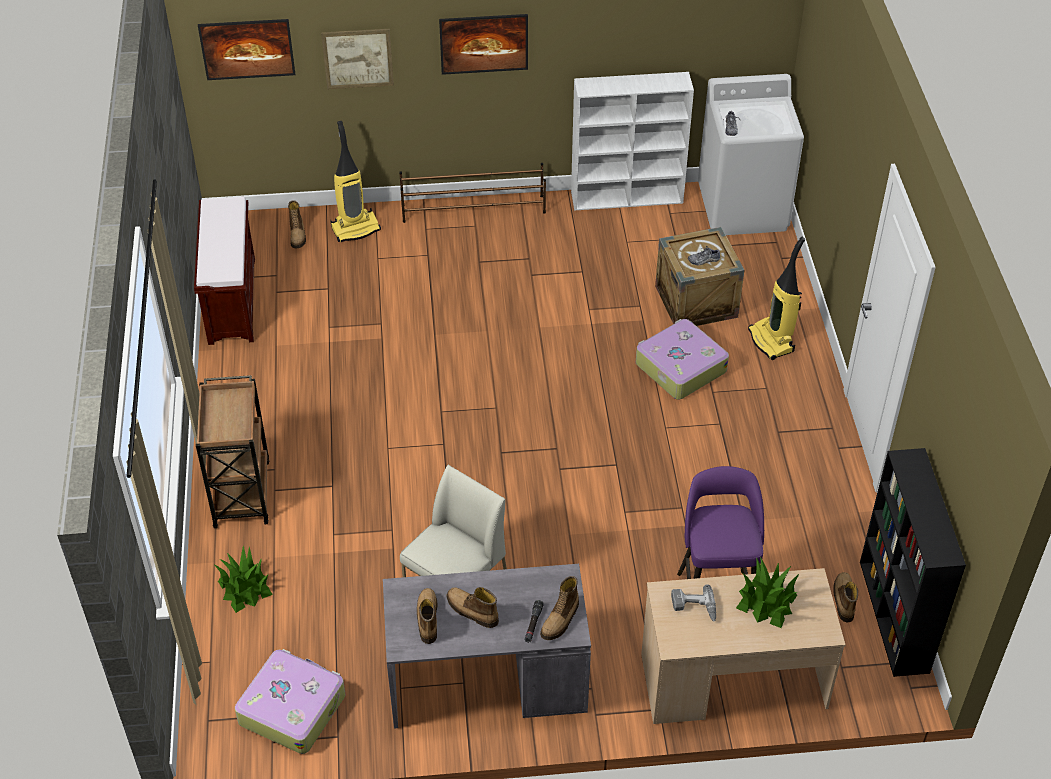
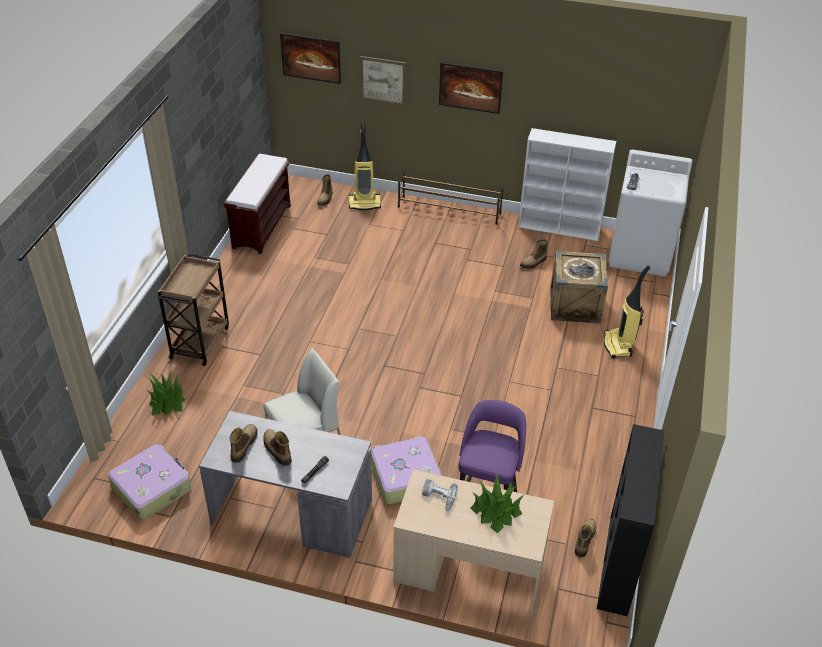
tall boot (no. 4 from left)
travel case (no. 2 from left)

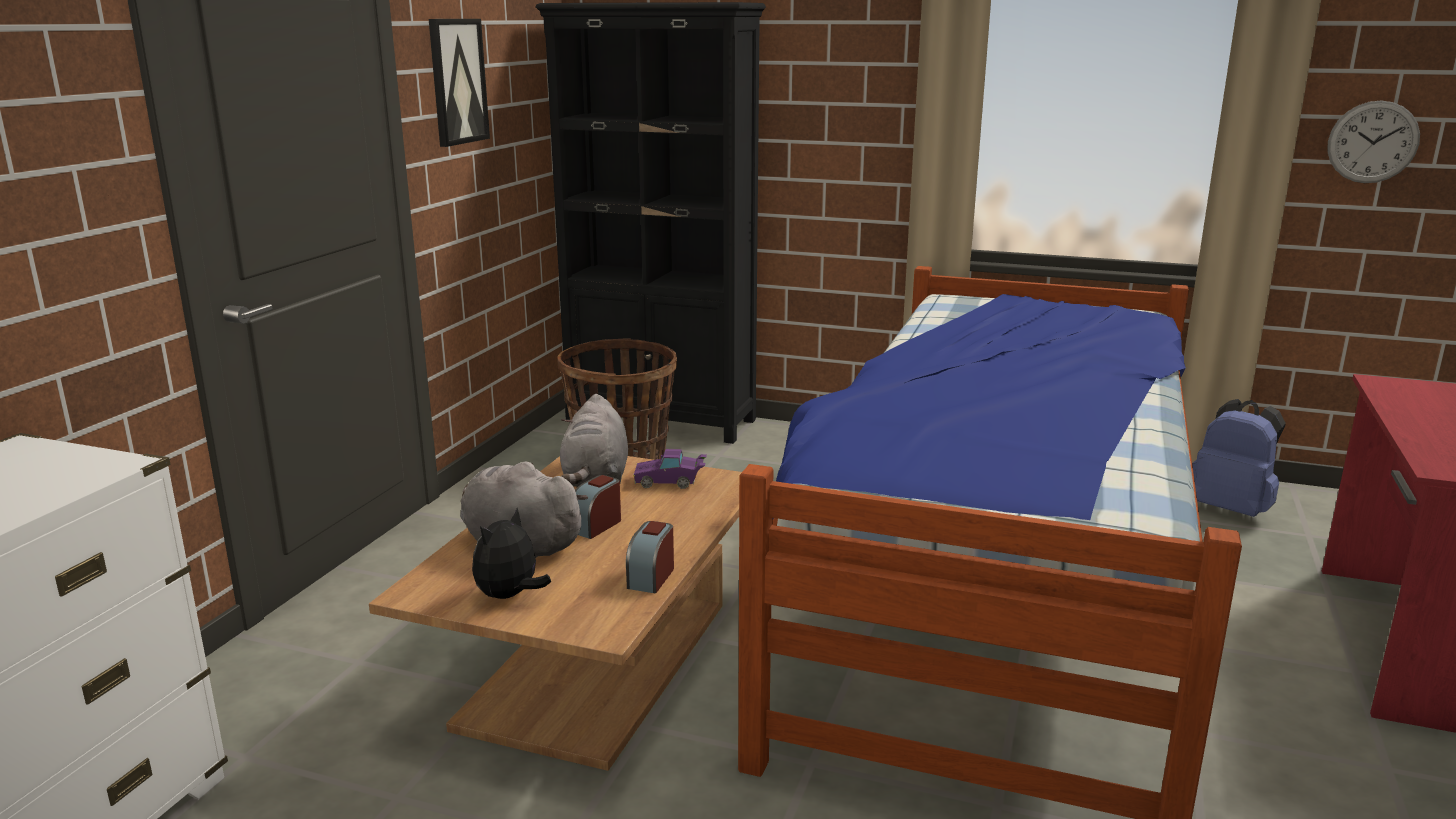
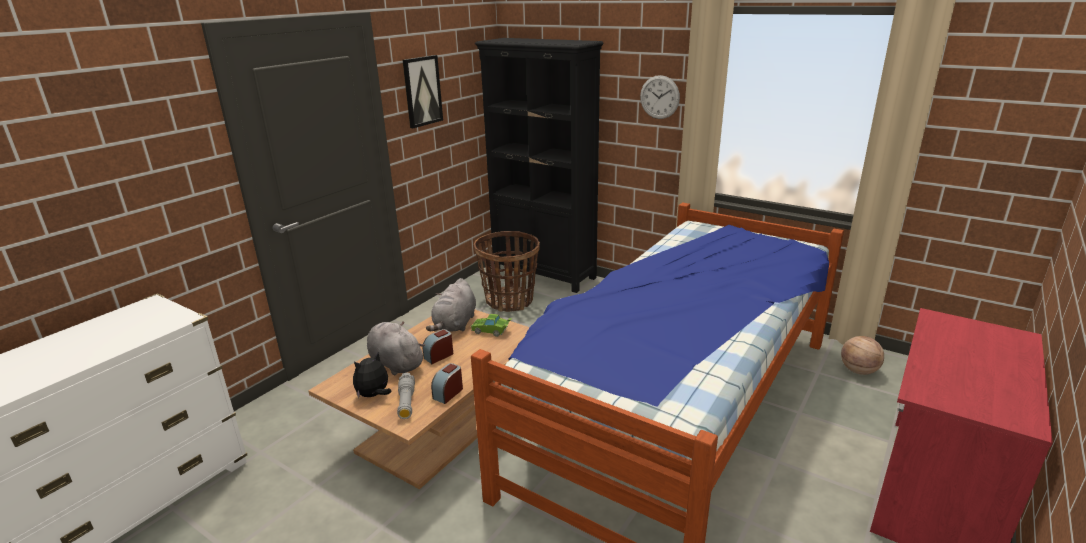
miniature car (green)
basketball ball
hanging clock
torch (greyish)

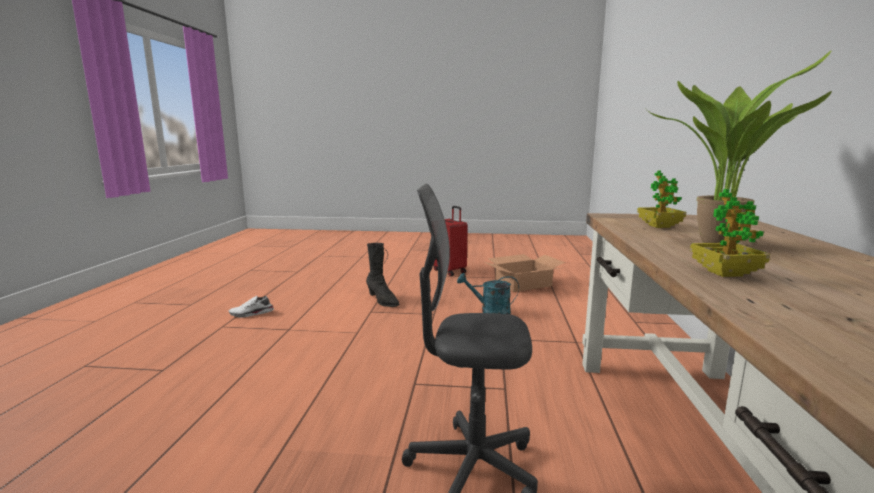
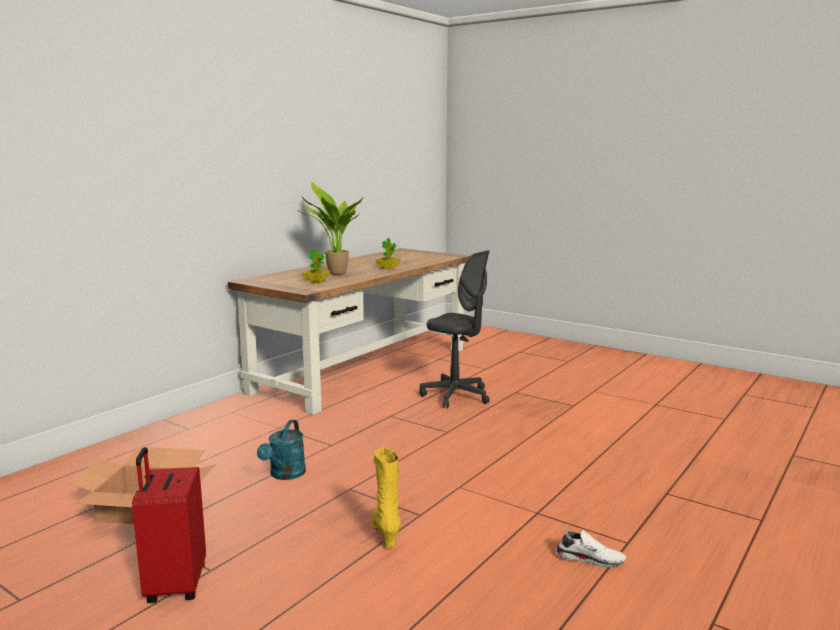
tall boot (yellow-coloured)
watering can (turquoise-coloured)

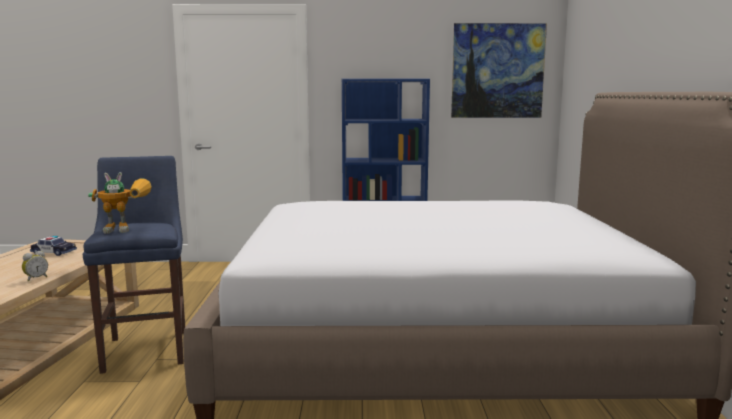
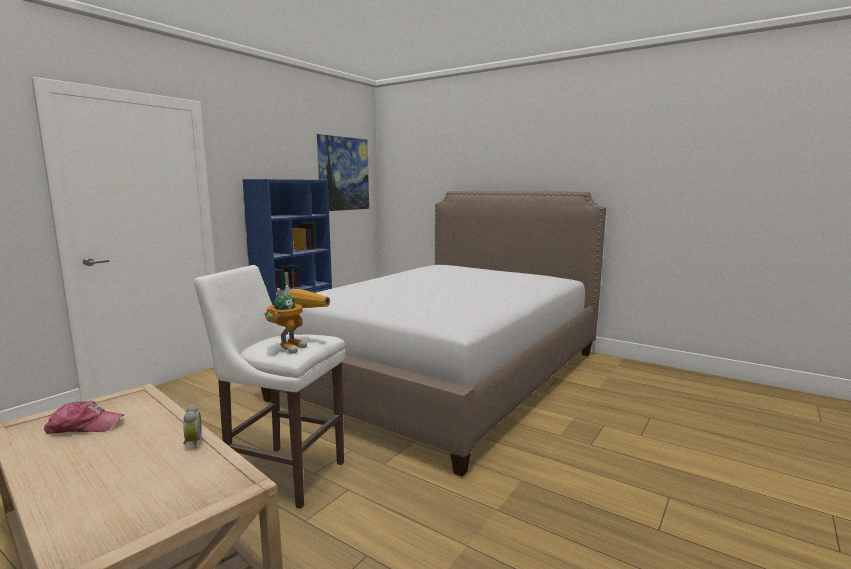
cap
sitting stool (white)

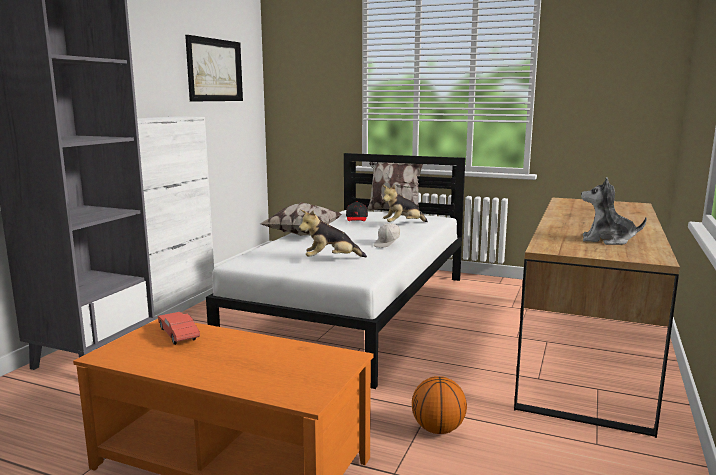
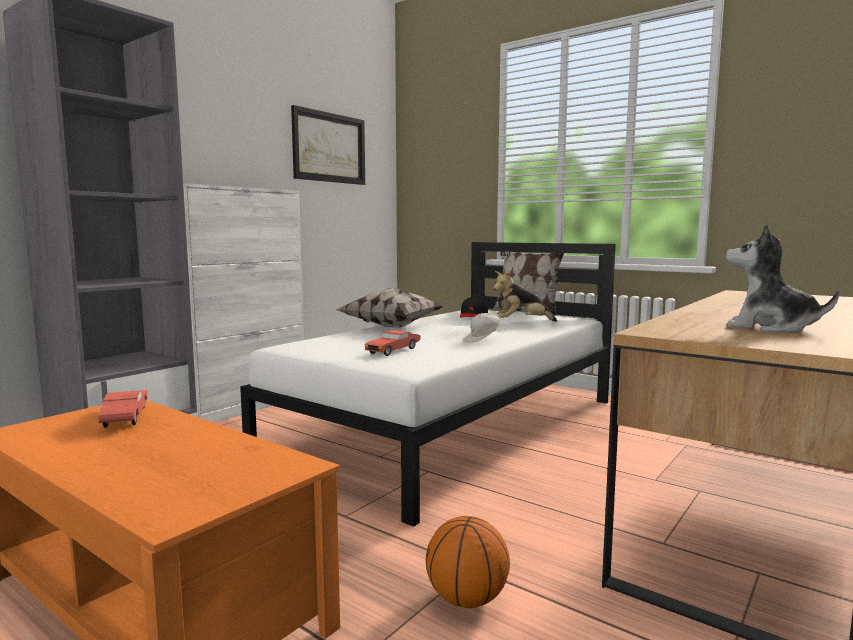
miniature car (red-coloured) (no. 2 from left)

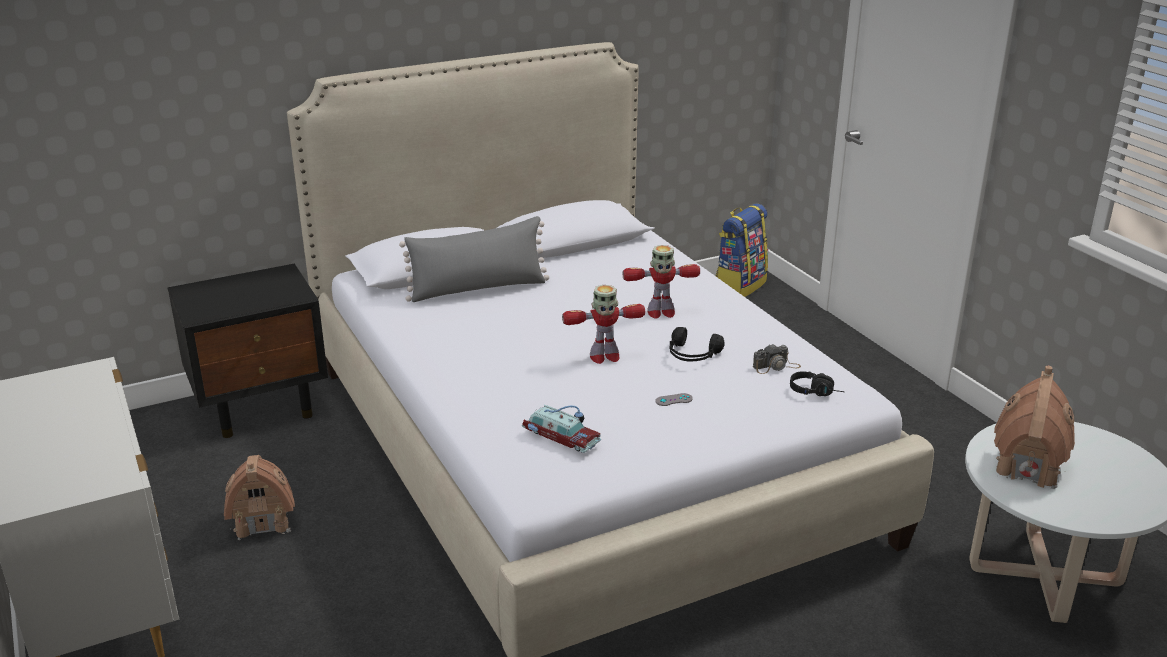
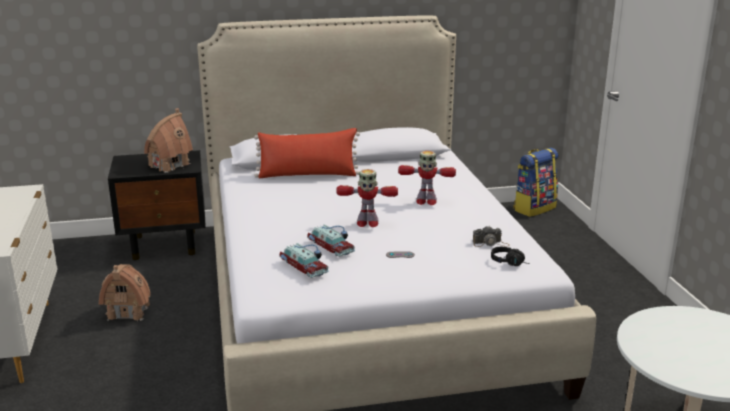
cushion (red-coloured)
headset (blackish) (no. 1 from left in the first image)
miniature house (no. 2 from left)
miniature car (no. 2 from left)

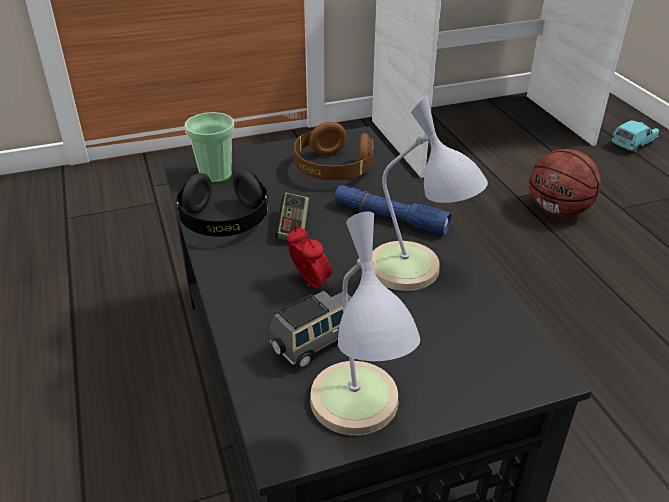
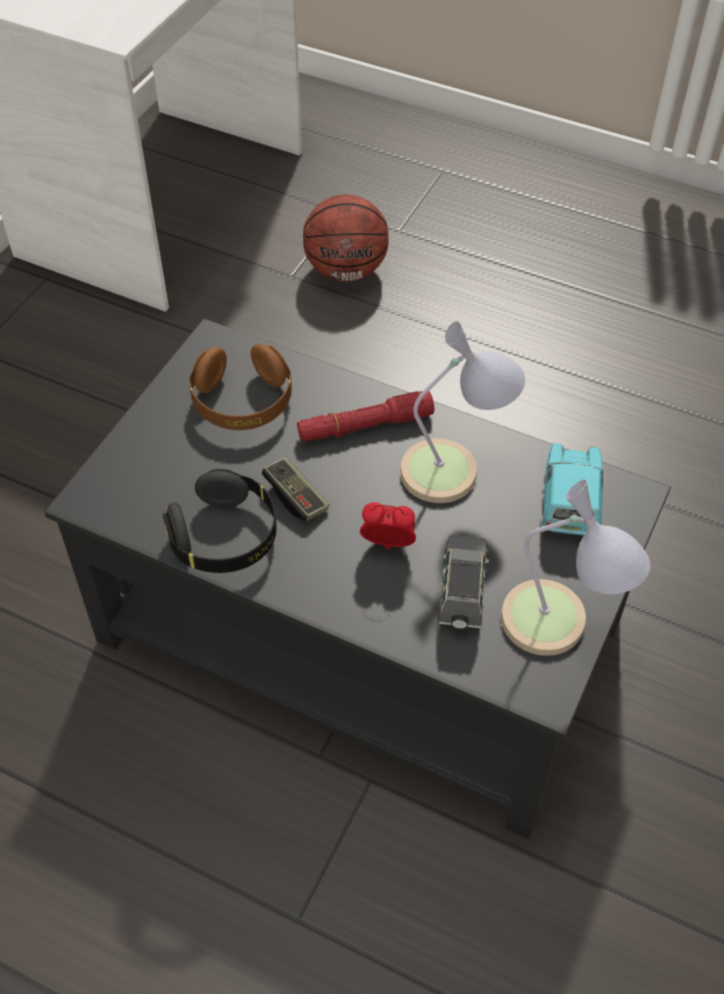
drinking cup
torch (red-coloured)
miniature car (turquoise-coloured)

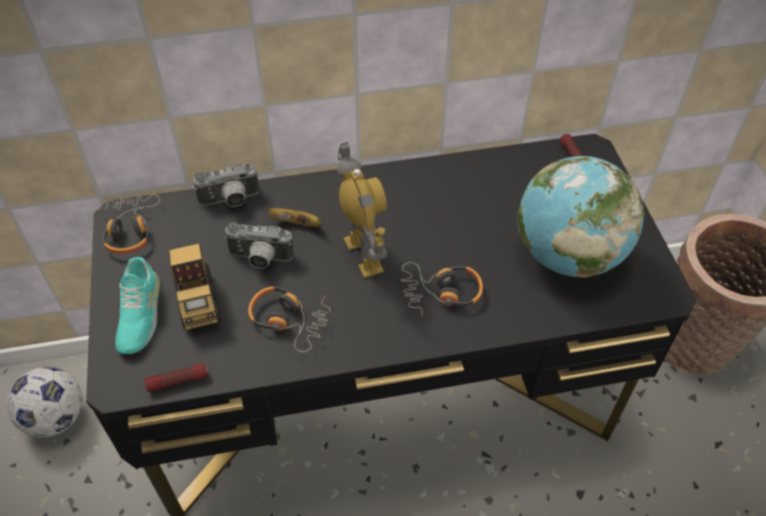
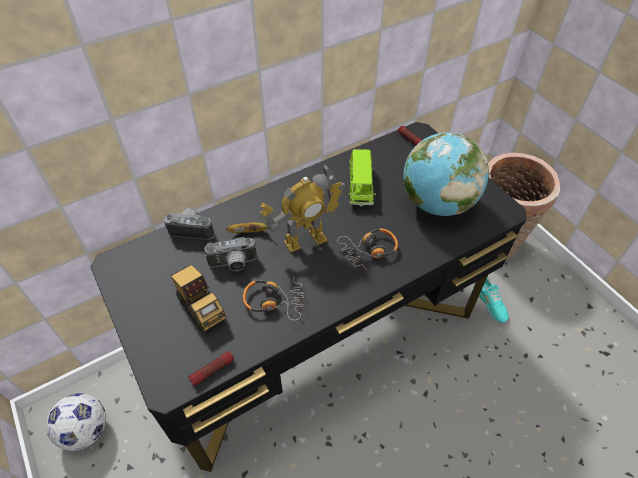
headset (no. 1 from left in the first image)
shoe (turquoise-coloured)
photo camera (no. 1 from left)
model robot
miniature car (green)

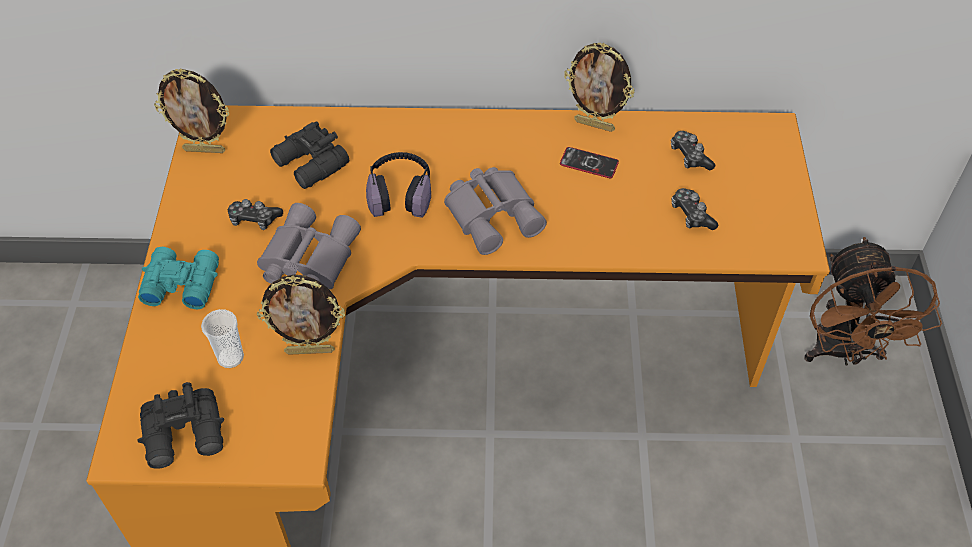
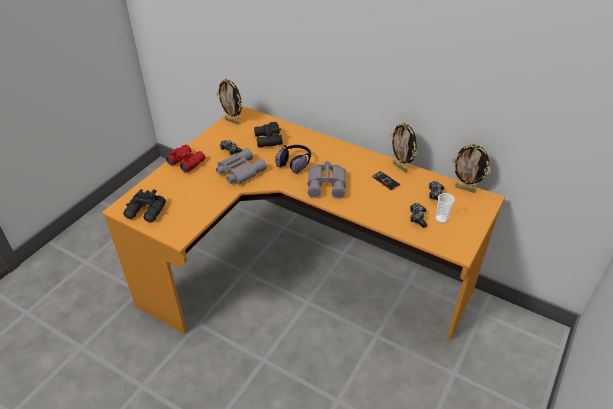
binoculars (red-coloured)
drinking cup
standing frame (no. 3 from left)
fan (brown)

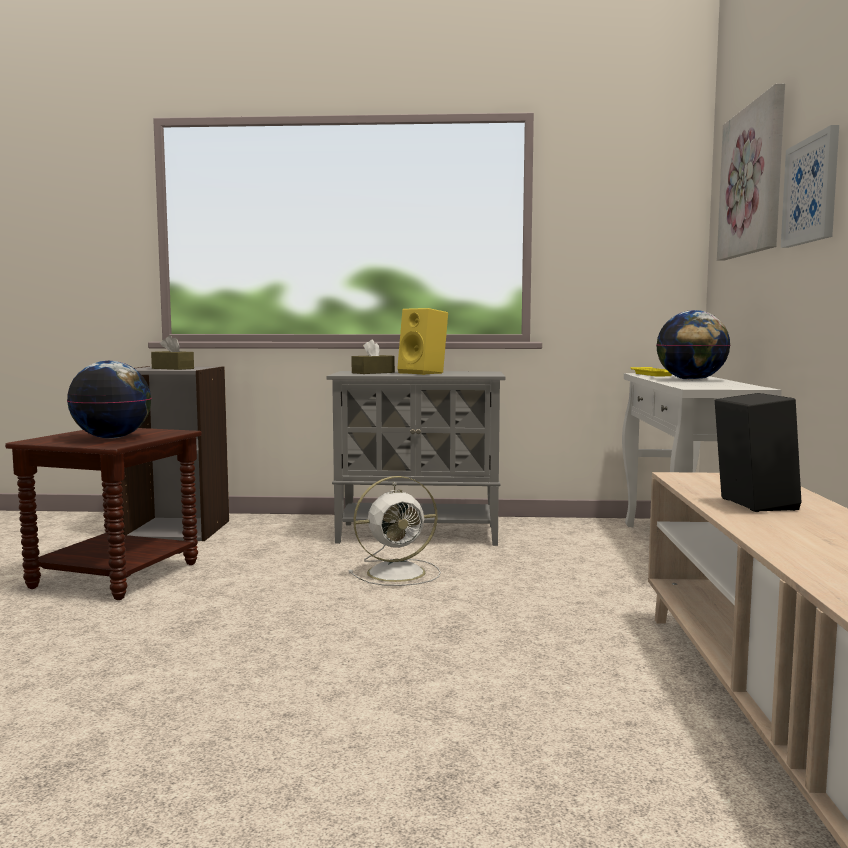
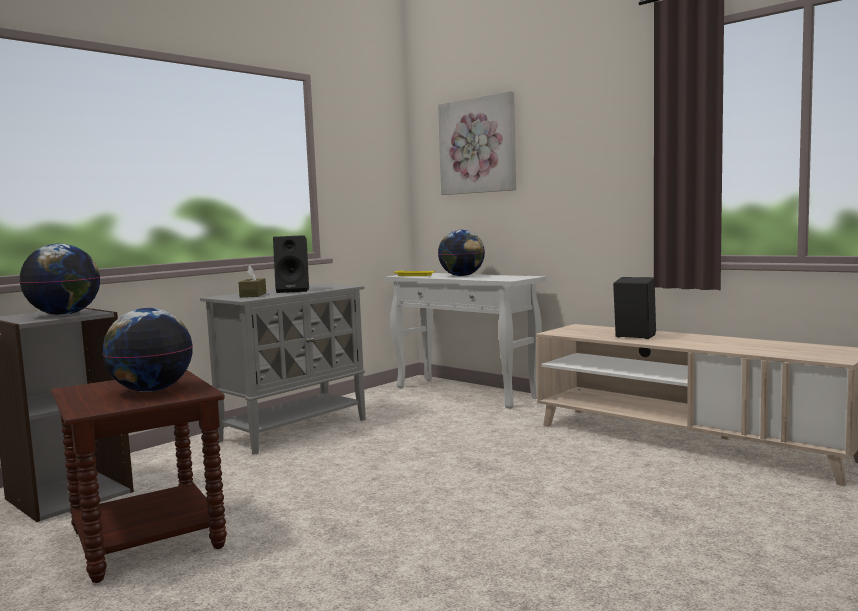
desk globe (no. 1 from left)
fan (white)
audio speaker (blackish) (no. 1 from left)
wall picture (no. 2 from left in the first image)

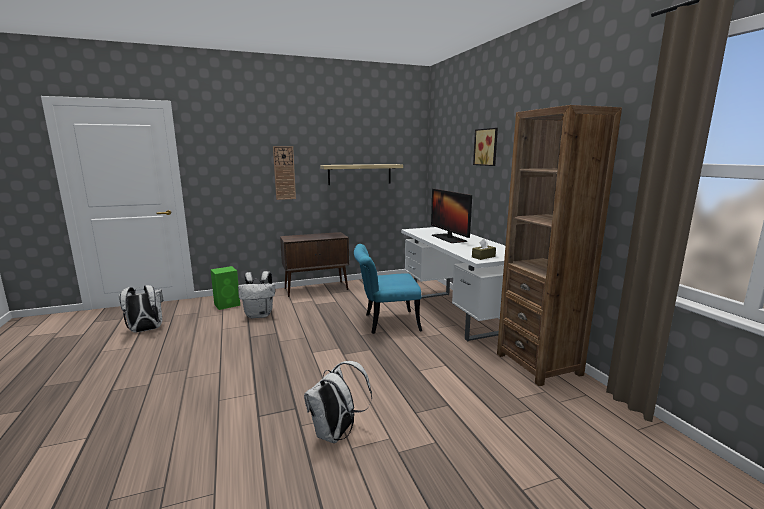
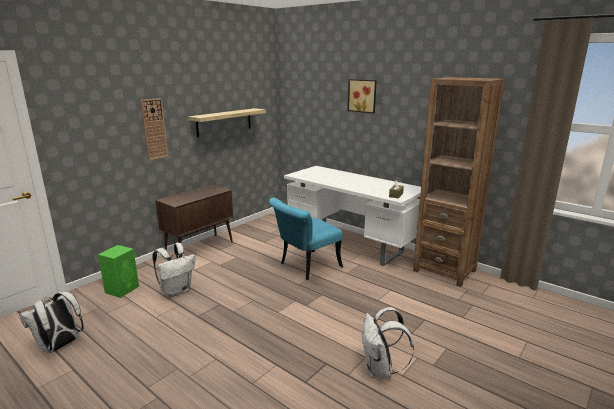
monitor

